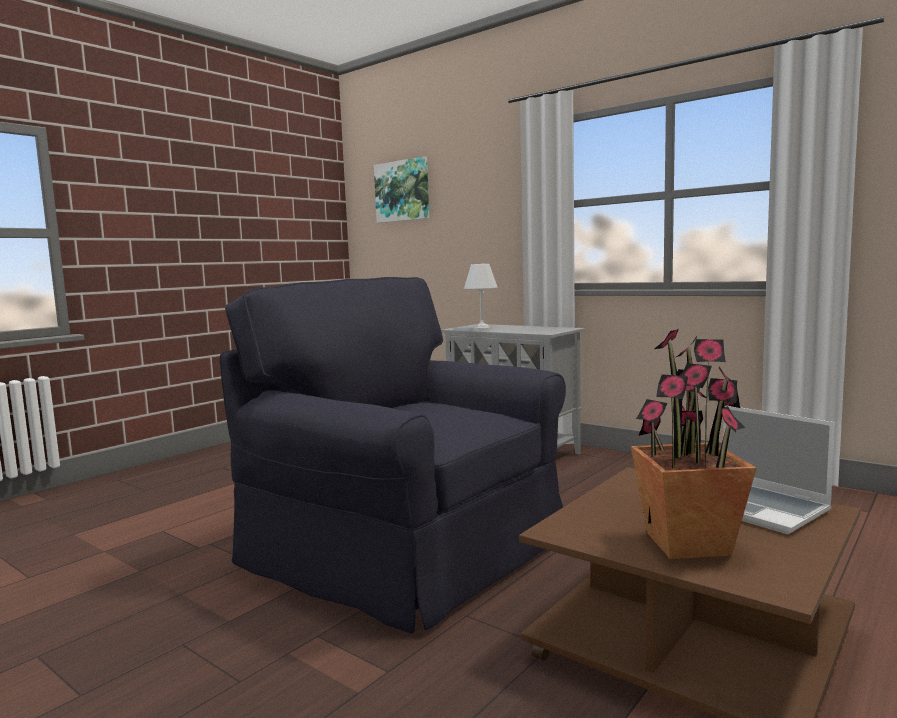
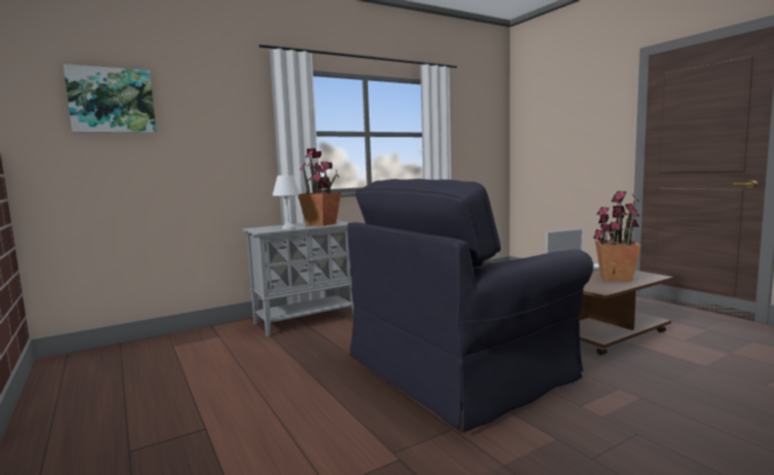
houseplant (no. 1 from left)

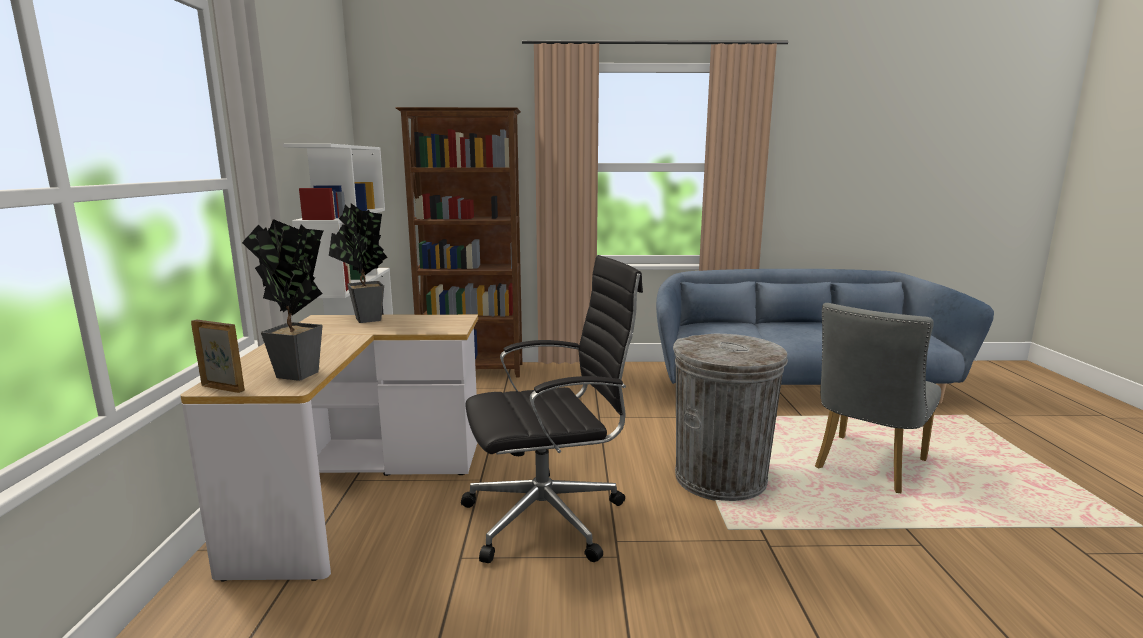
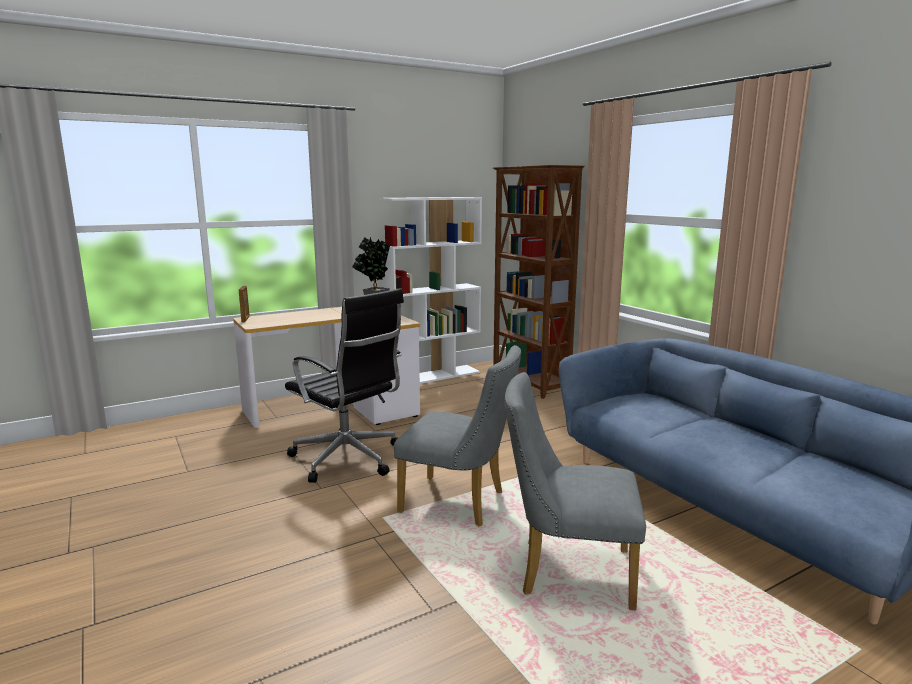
houseplant (no. 1 from left in the first image)
upright chair (greyish) (no. 1 from left)

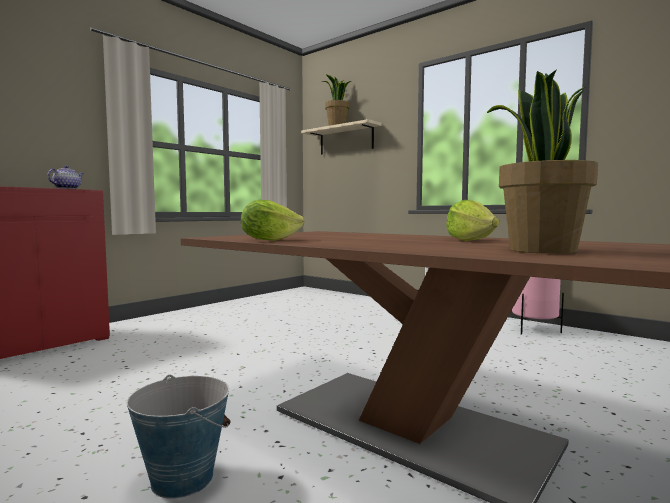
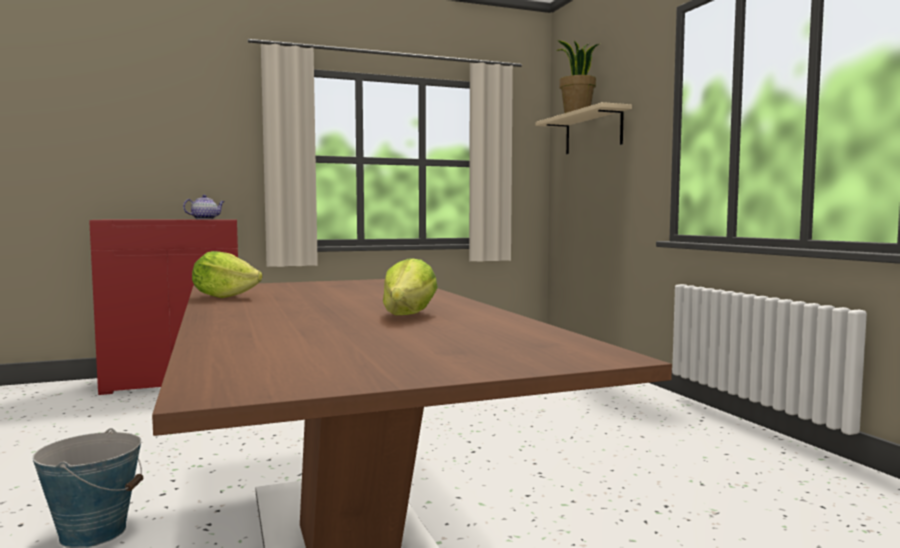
houseplant (no. 2 from left in the first image)
plant pot (pink)

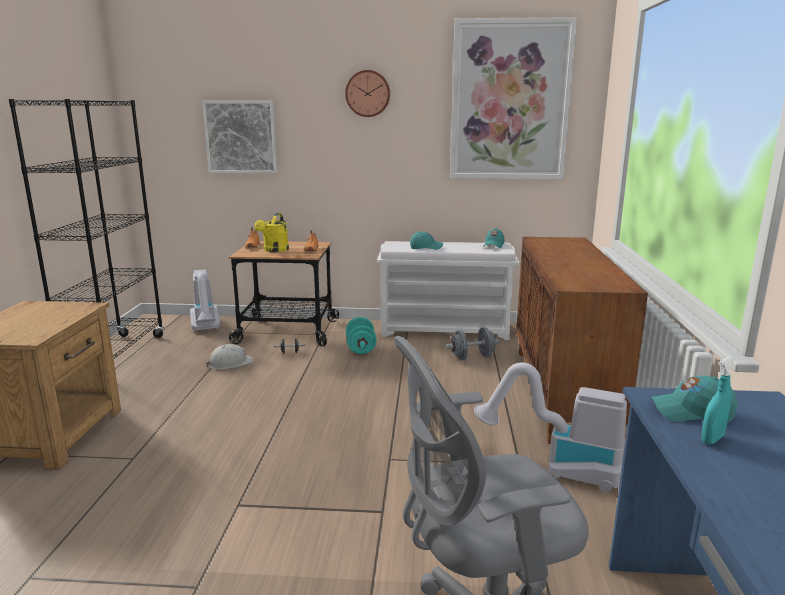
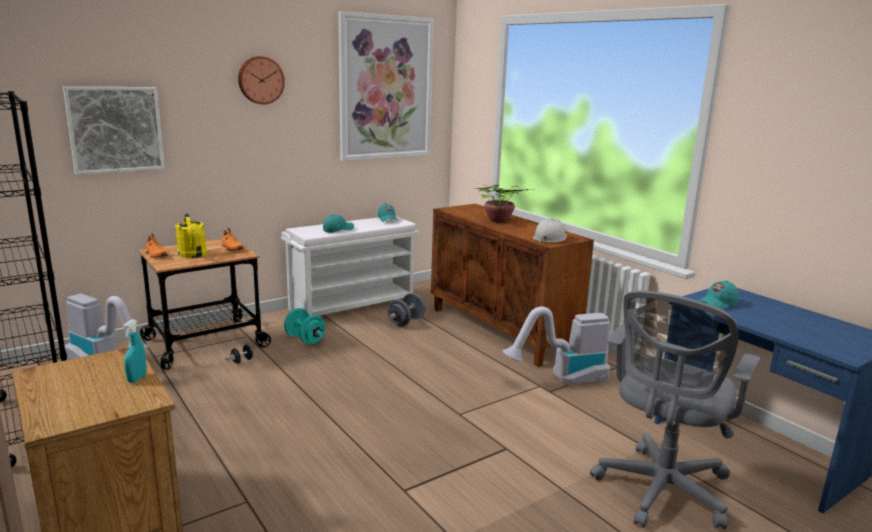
work helmet (white)
sprayer (turquoise-coloured)
houseplant

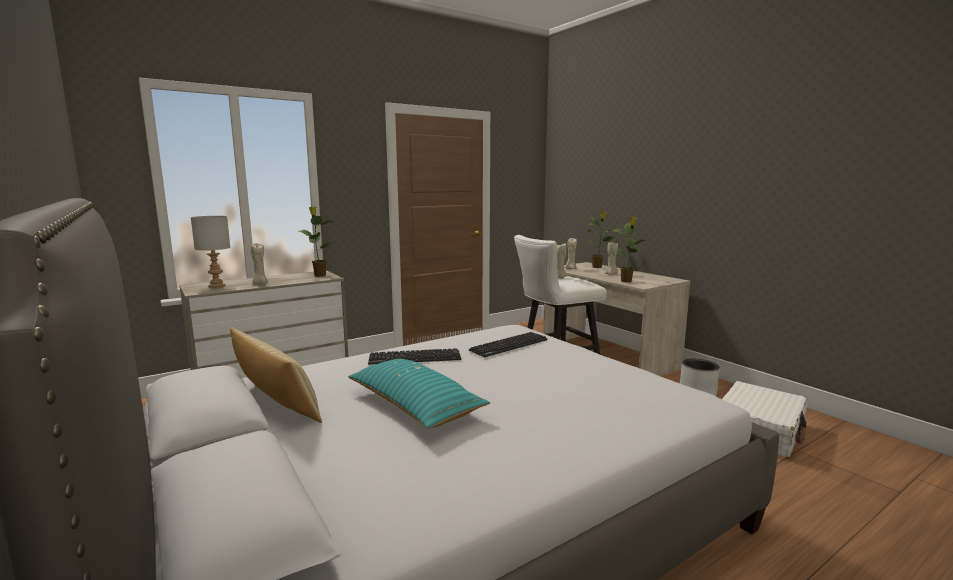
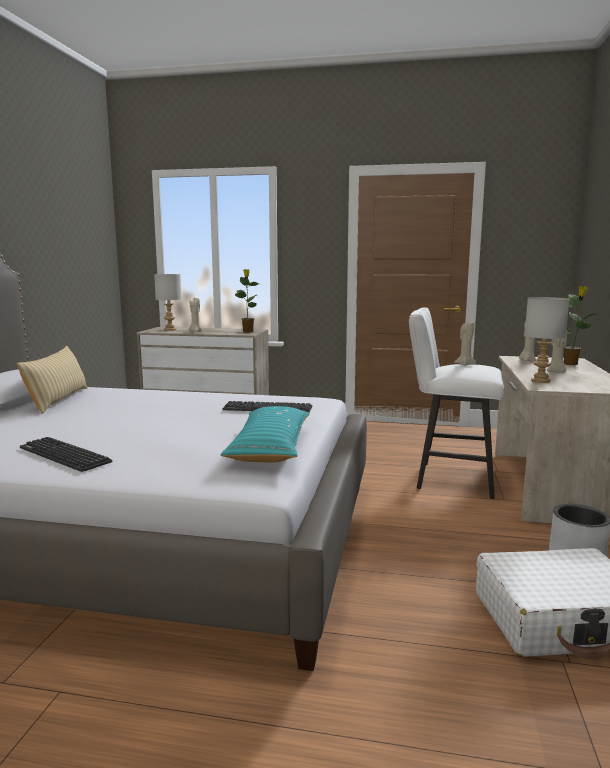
cushion (turquoise-coloured)
PC keyboard (no. 1 from left)
table lamp (greyish) (no. 2 from left)

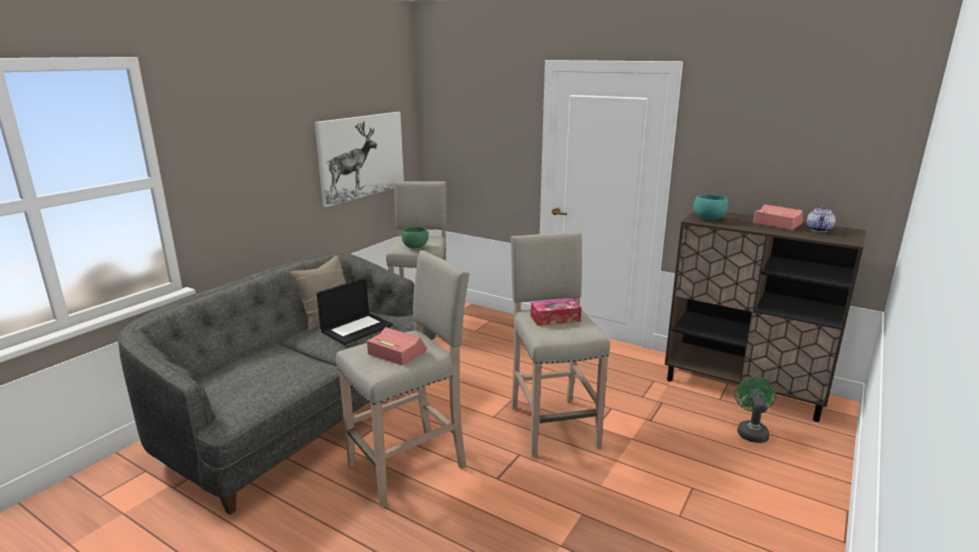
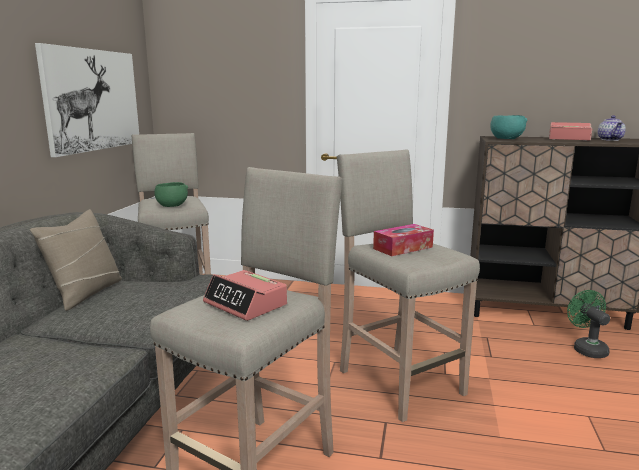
notebook computer
table clock (no. 1 from left)

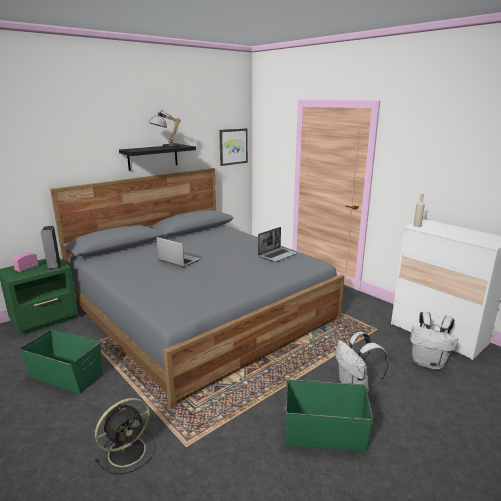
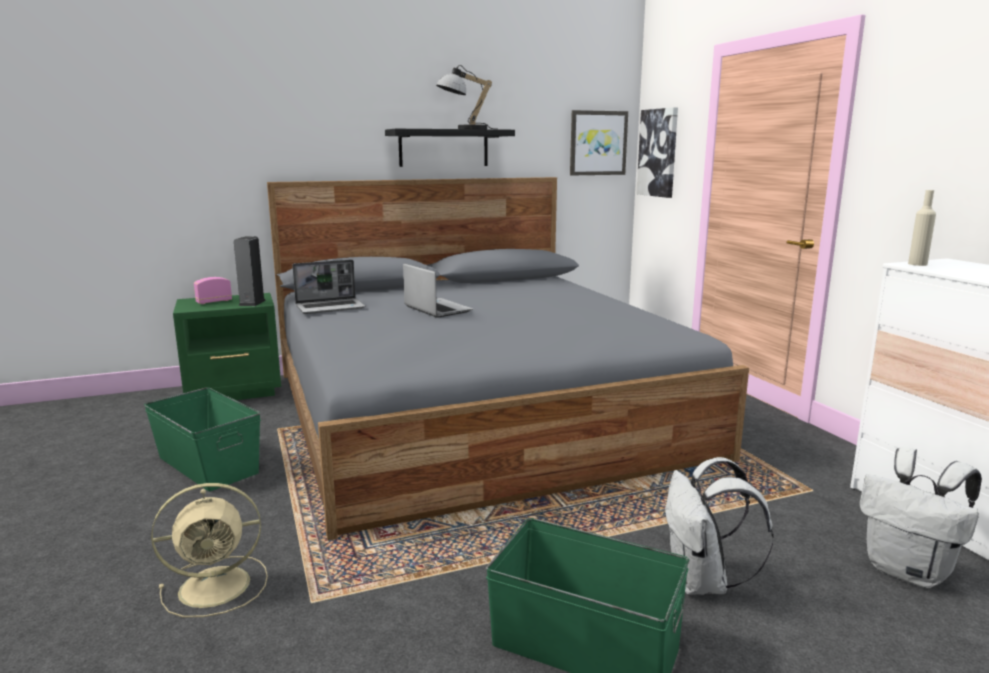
fan (beige)
notebook computer (no. 1 from left)
wall picture (no. 2 from left)

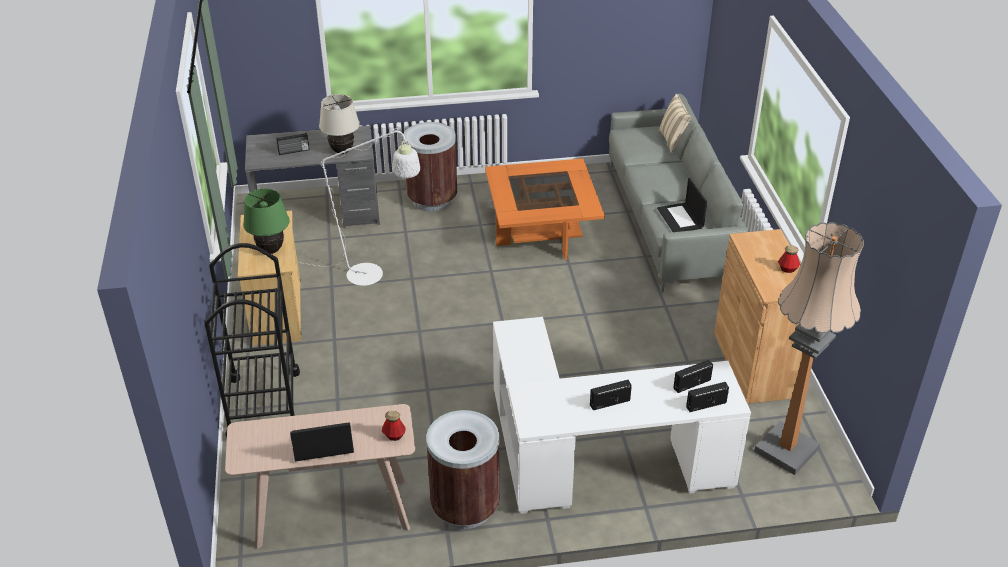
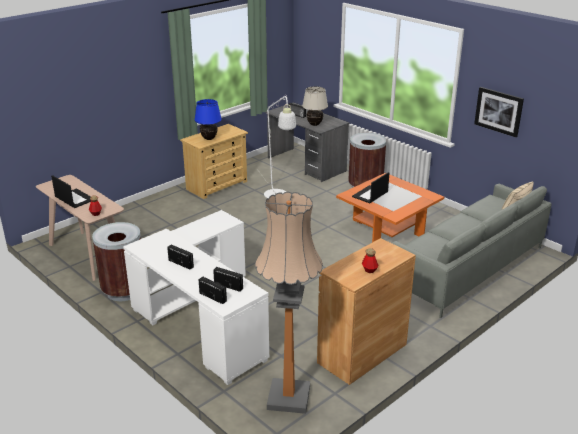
wheeled cart (blackish)
table lamp (bluish)
notebook computer (no. 2 from left)
wall picture

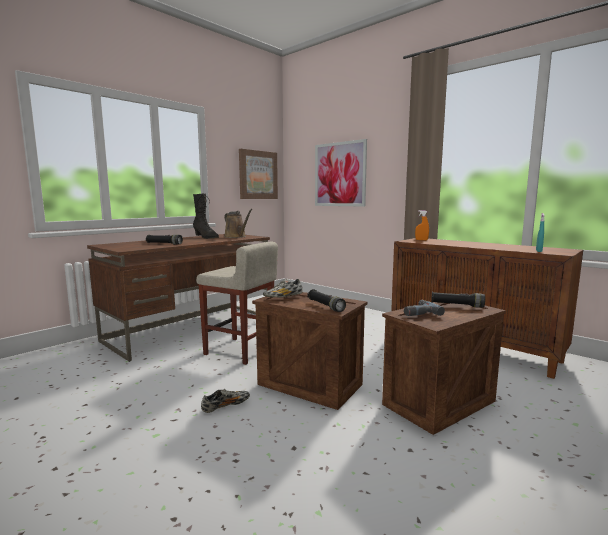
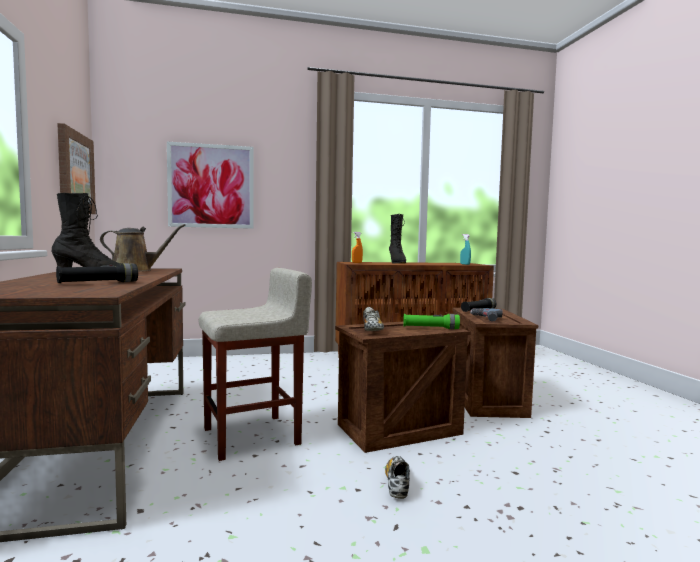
torch (green)
tall boot (blackish) (no. 2 from left)

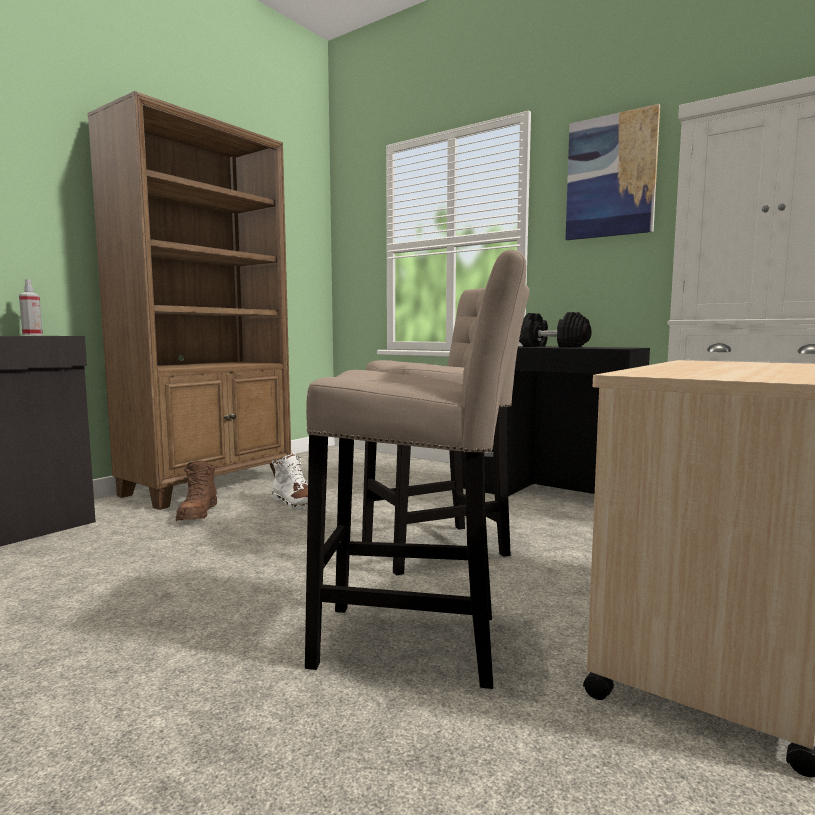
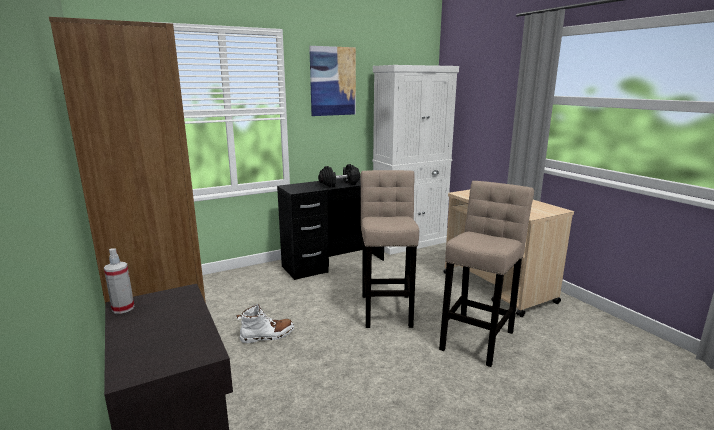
tall boot (brown)

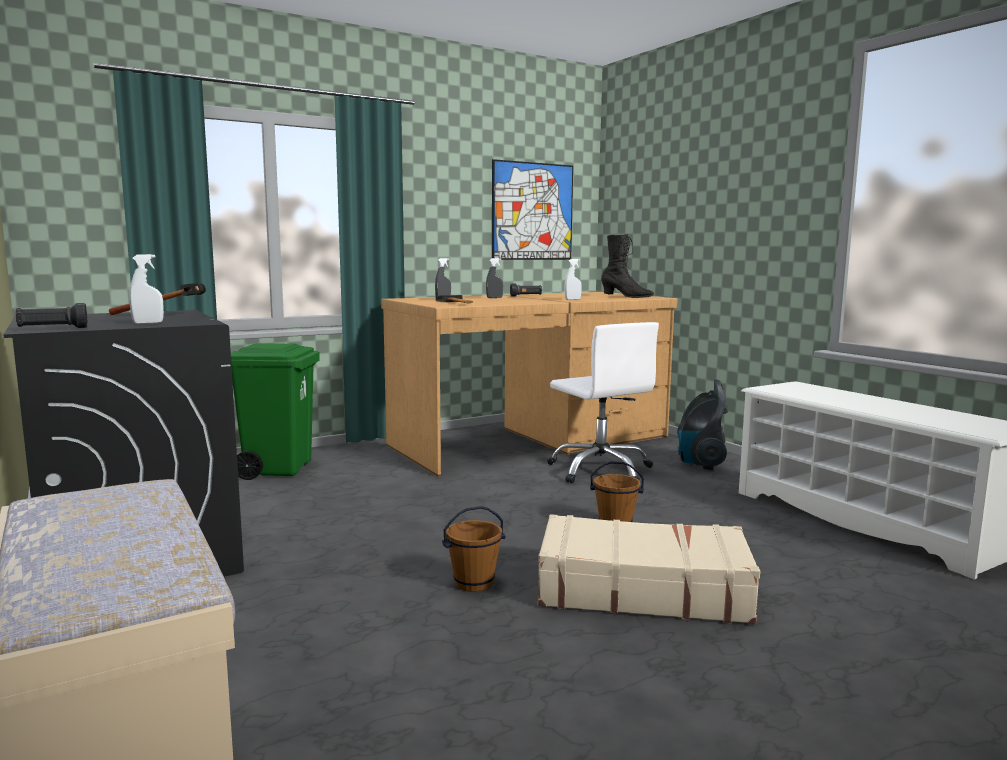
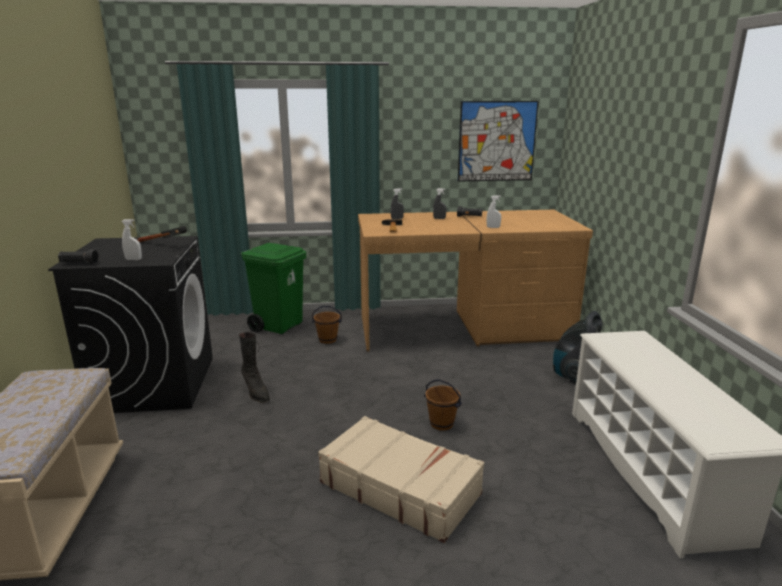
bucket (brown) (no. 1 from left)
desk chair (white)
tall boot (blackish)

